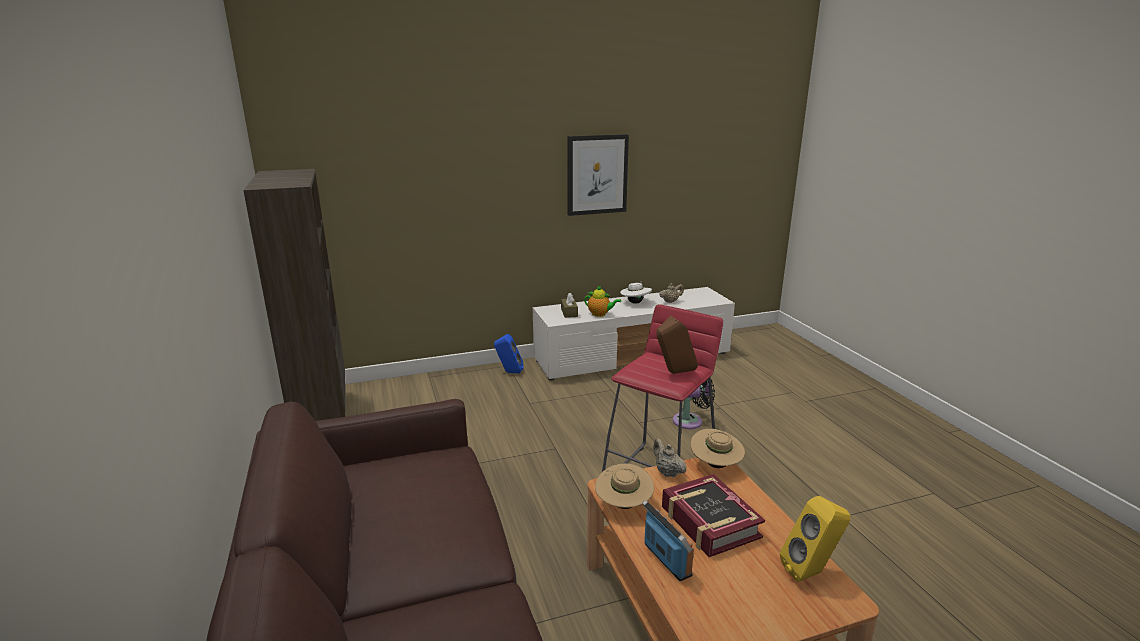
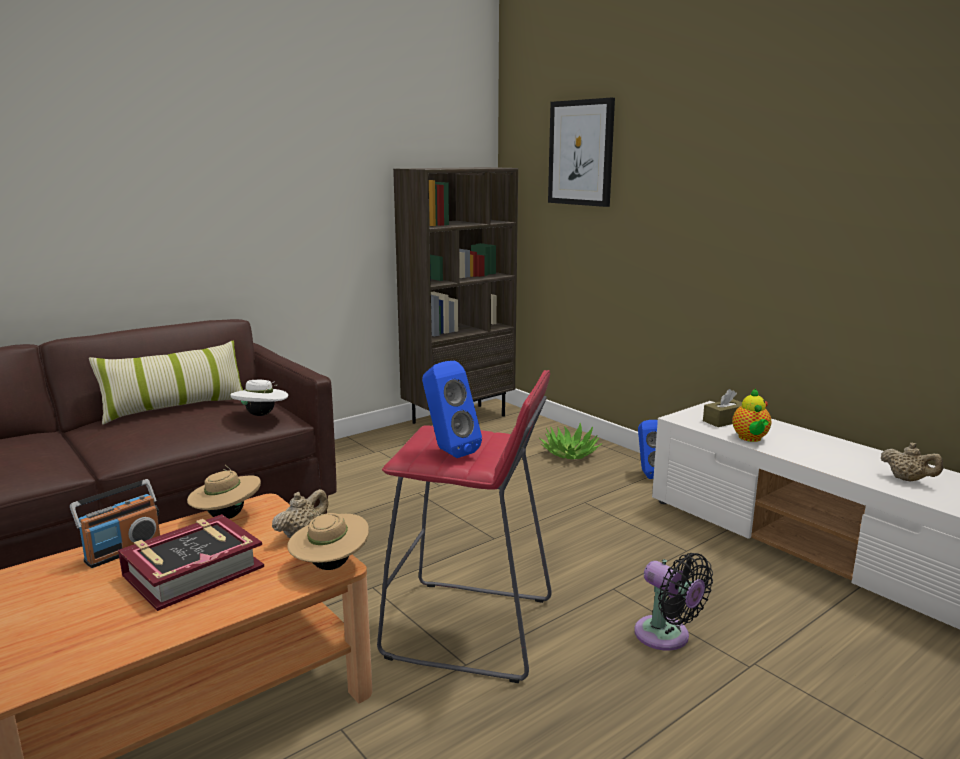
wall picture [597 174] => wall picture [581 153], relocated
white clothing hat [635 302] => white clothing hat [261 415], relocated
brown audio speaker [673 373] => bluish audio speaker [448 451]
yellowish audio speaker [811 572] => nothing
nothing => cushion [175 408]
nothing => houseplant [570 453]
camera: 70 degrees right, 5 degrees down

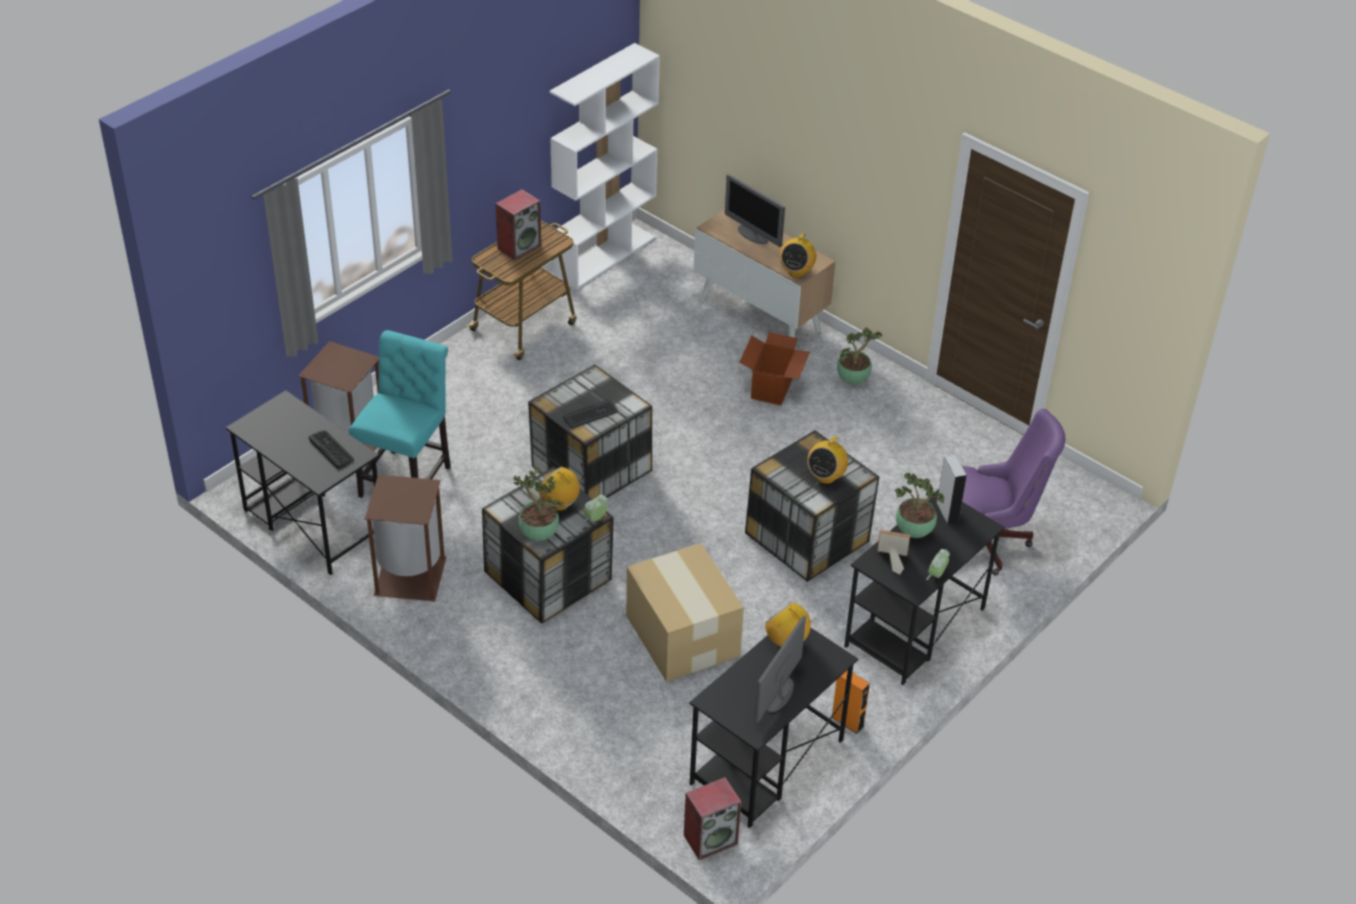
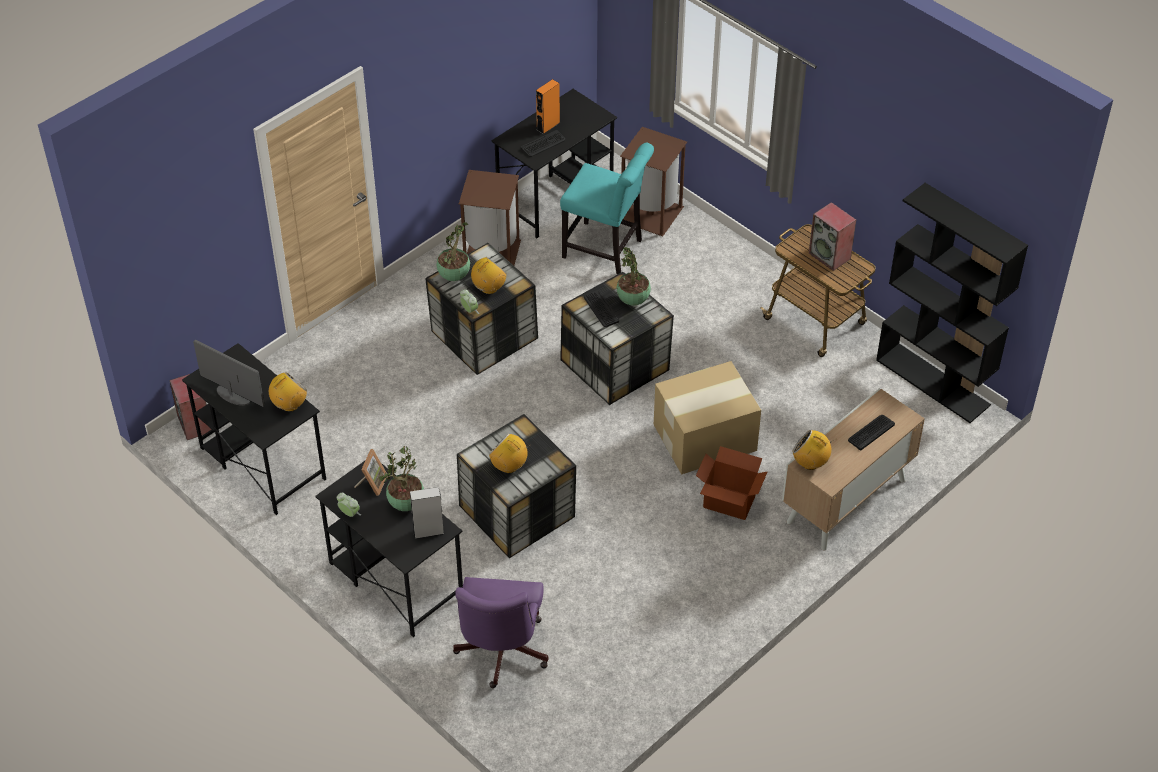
white bookcase [604 256] => black bookcase [933 382]
monitor [753 235] => PC keyboard [871 432]
houseplant [853 379] => houseplant [633 301], relocated
carton [682 637] => carton [703 437], relocated
orangey audio speaker [847 722] => orangey audio speaker [548 126], relocated
camera: 95 degrees right, 5 degrees up

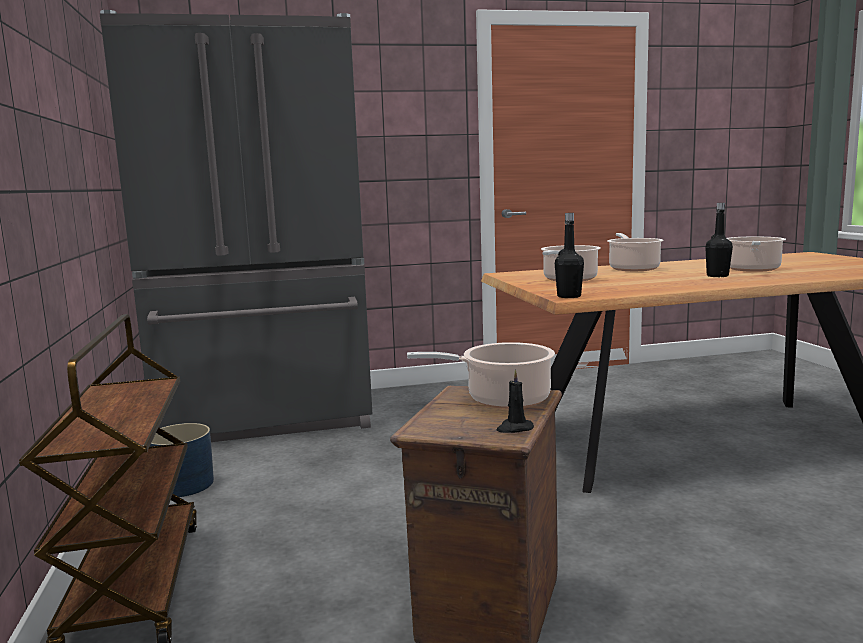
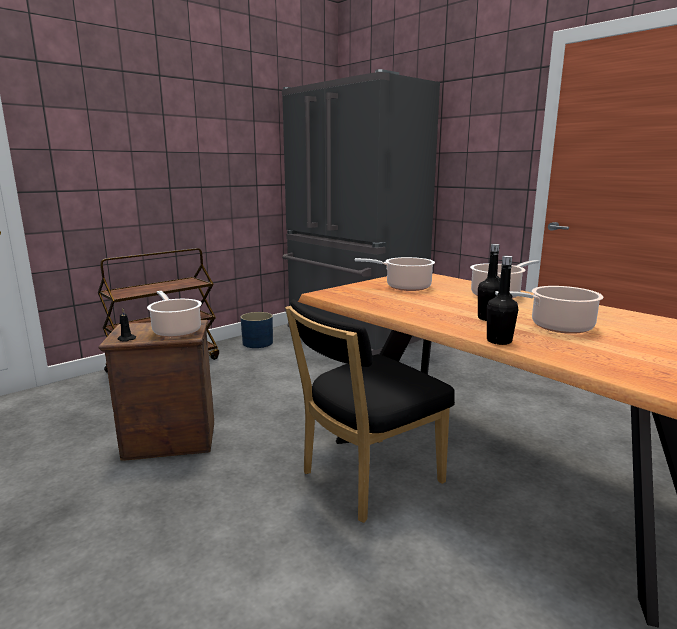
black bottle [569 296] => black bottle [499 341], relocated
nothing => black chair [366 479]
camera: 60 degrees right, 5 degrees up

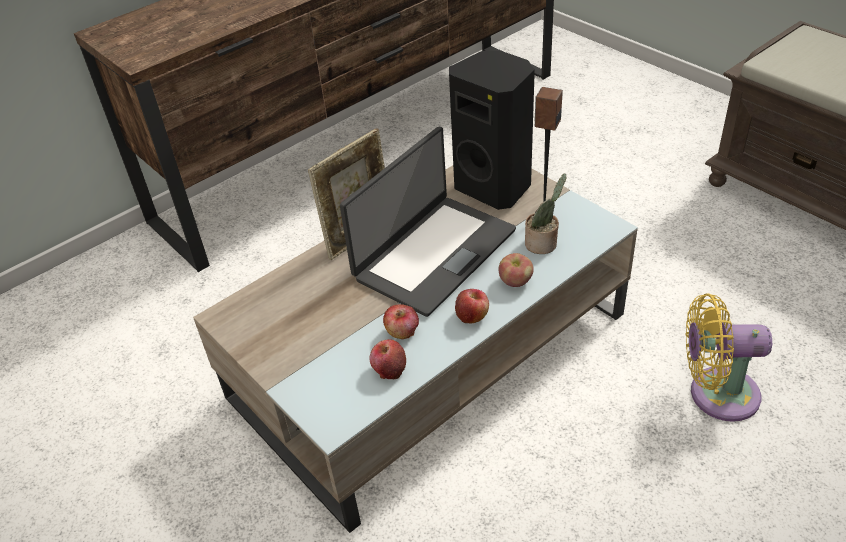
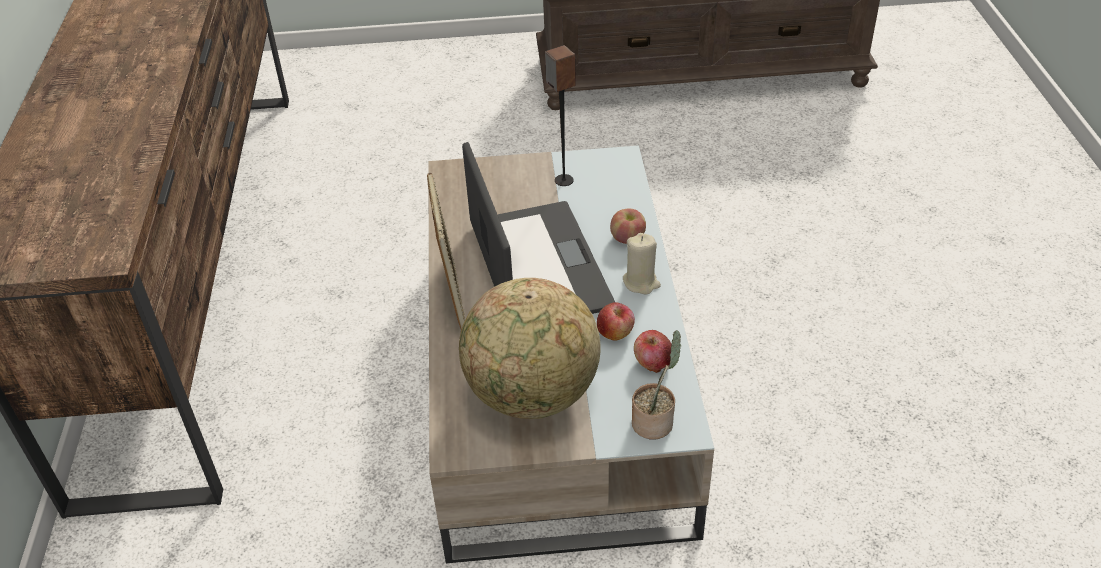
black audio speaker [494 187] => nothing
houseplant [543 244] => houseplant [655 422], relocated
apple [472 316] => sand-coloured wax candle [641 282]
yellowish cooling fan [716 394] => nothing
nothing => world globe [533 395]
camera: 55 degrees left, 0 degrees up

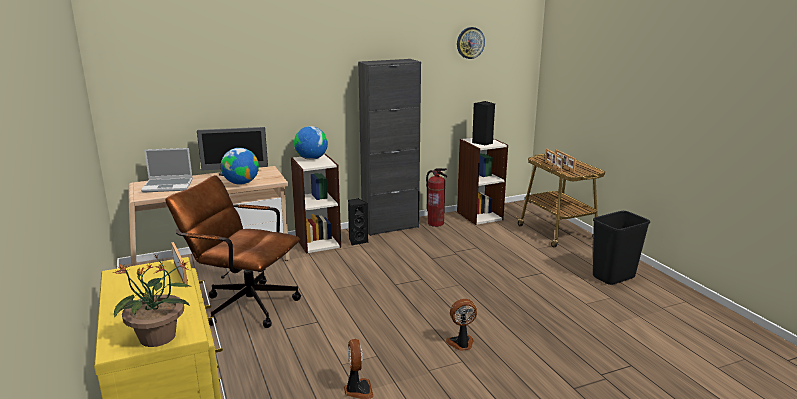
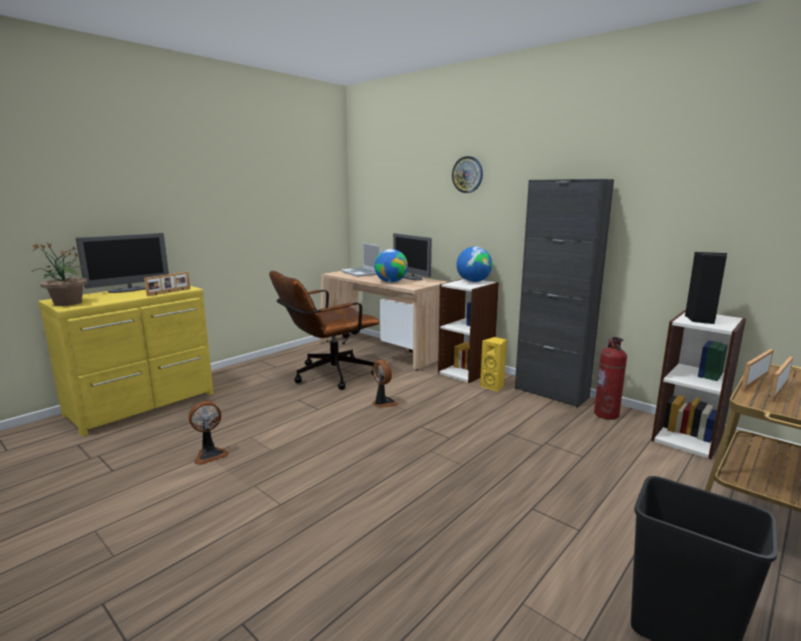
wall clock [470 43] => wall clock [467 174], relocated
brown desk chair [243 304] => brown desk chair [327 376], 120 degrees counterclockwise
black audio speaker [357 241] => yellowish audio speaker [493 386]
cooling fan [461 344] => cooling fan [383 403], relocated
nothing => monitor [129 290]
camera: 65 degrees right, 5 degrees down

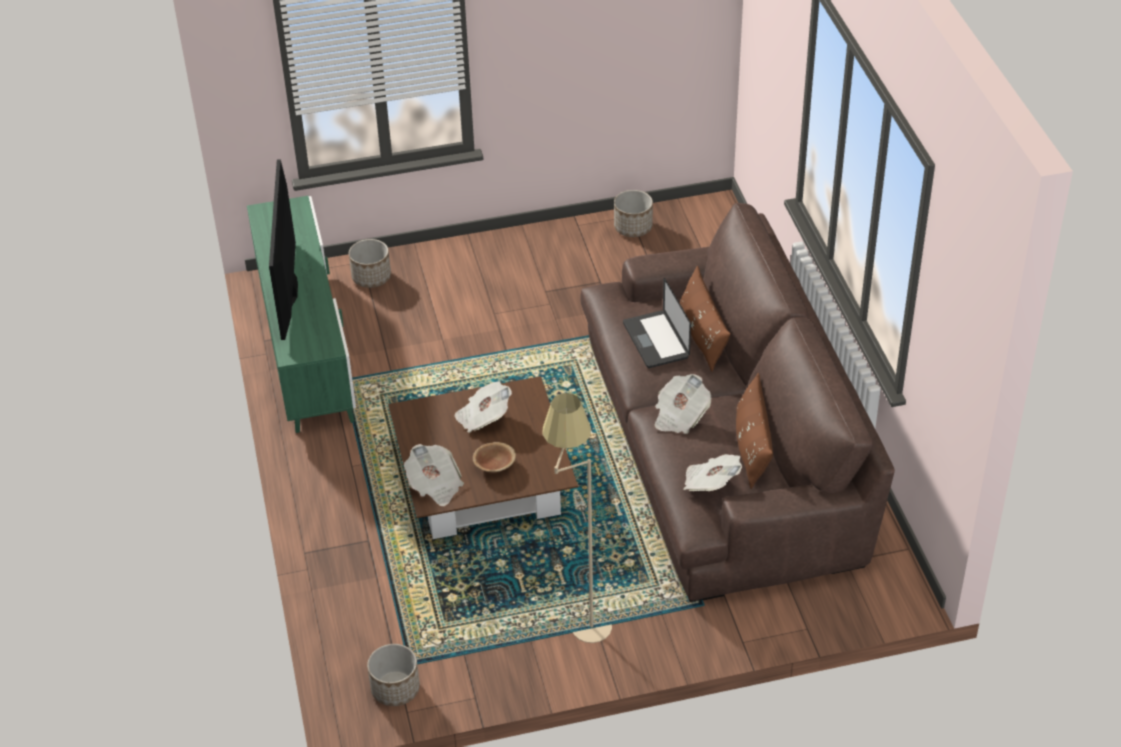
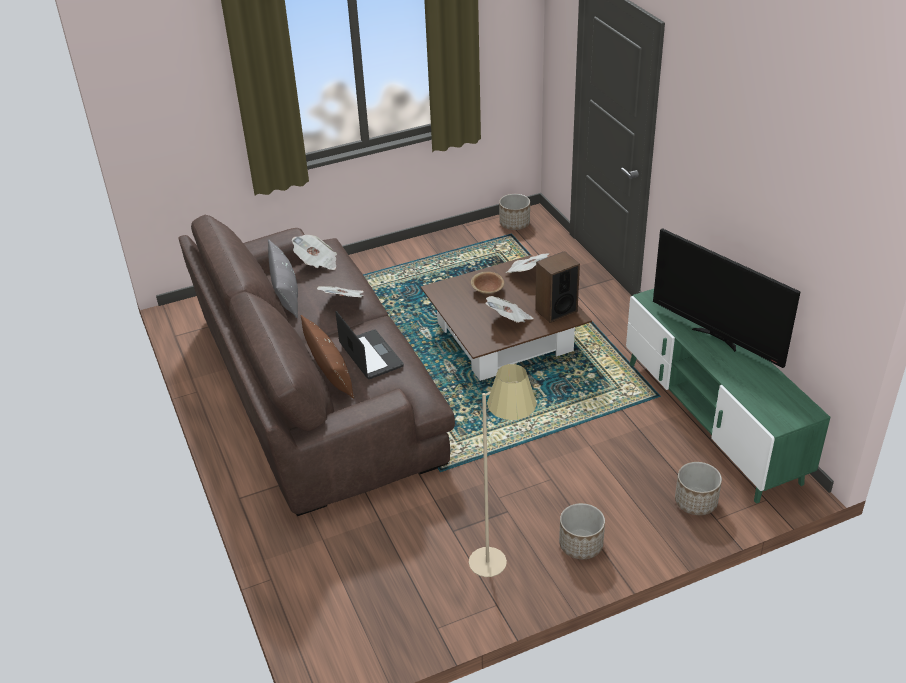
television [291 291] => television [717 338], 150 degrees clockwise
plant pot [633 227] => plant pot [580 545], relocated
brown cushion [752 448] => grey cushion [286 293]
sand-coloured floor lamp [579 615] => sand-coloured floor lamp [501 570], relocated
nothing => audio speaker [556 310]
camera: 170 degrees right, 5 degrees down

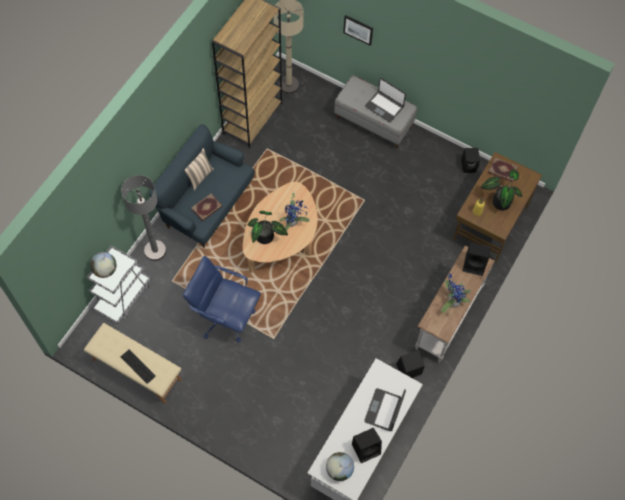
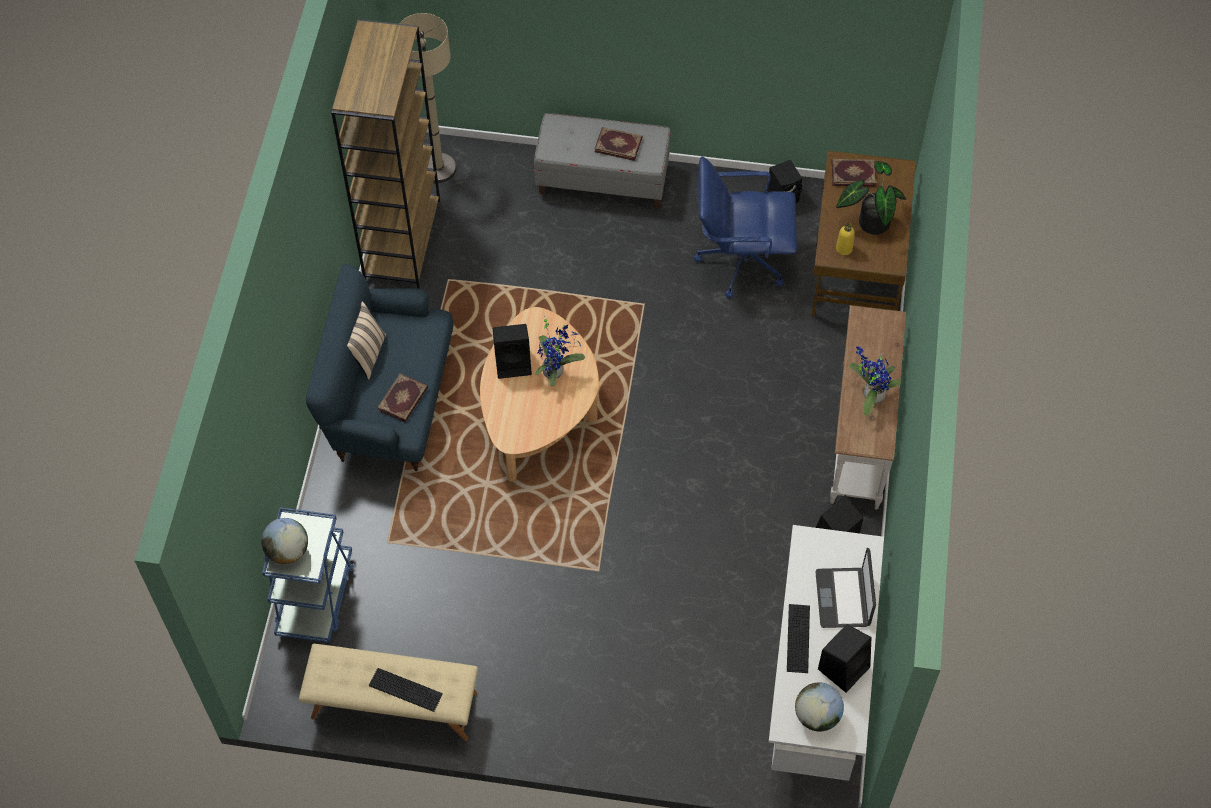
wall picture [358 29] => nothing
notebook computer [384 106] => volume [618 144]
grey floor lamp [155 250] => nothing
houseplant [266 238] => nothing
black audio speaker [475 265] => black audio speaker [514 362], relocated
grey trolley [123 296] => bluish trolley [315 596]
bluish desk chair [225 316] => bluish desk chair [741 260], relocated
nothing => PC keyboard [798 638]
camera: 20 degrees left, 5 degrees down

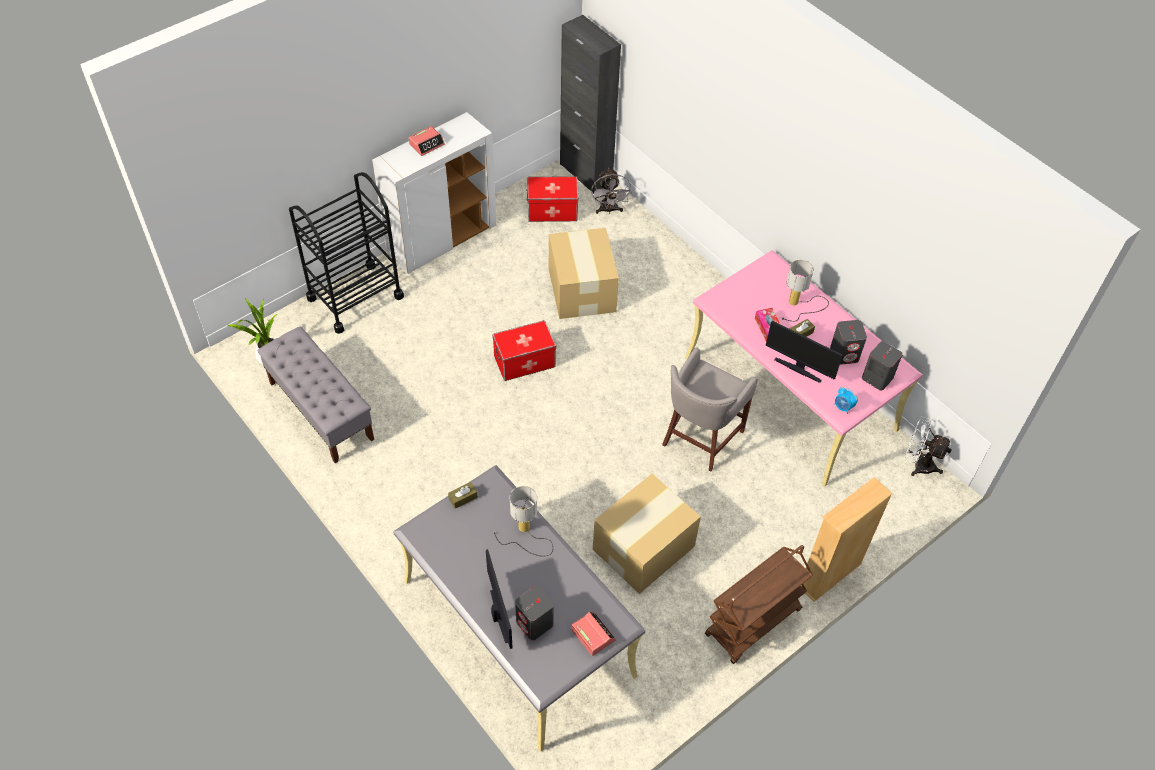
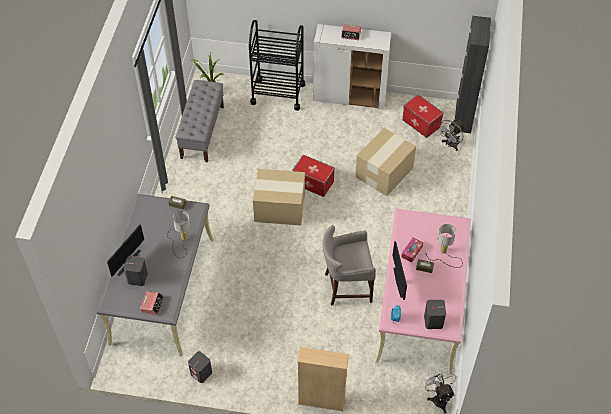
grey audio speaker [844 354] => grey audio speaker [201 373], relocated
carton [645 547] => carton [280 208], relocated
brown trolley [753 623] => nothing
camera: 50 degrees right, 0 degrees up

